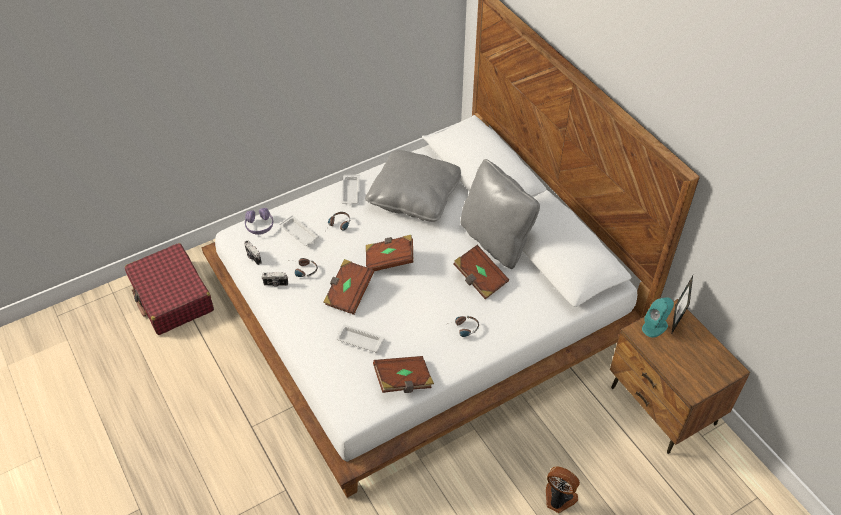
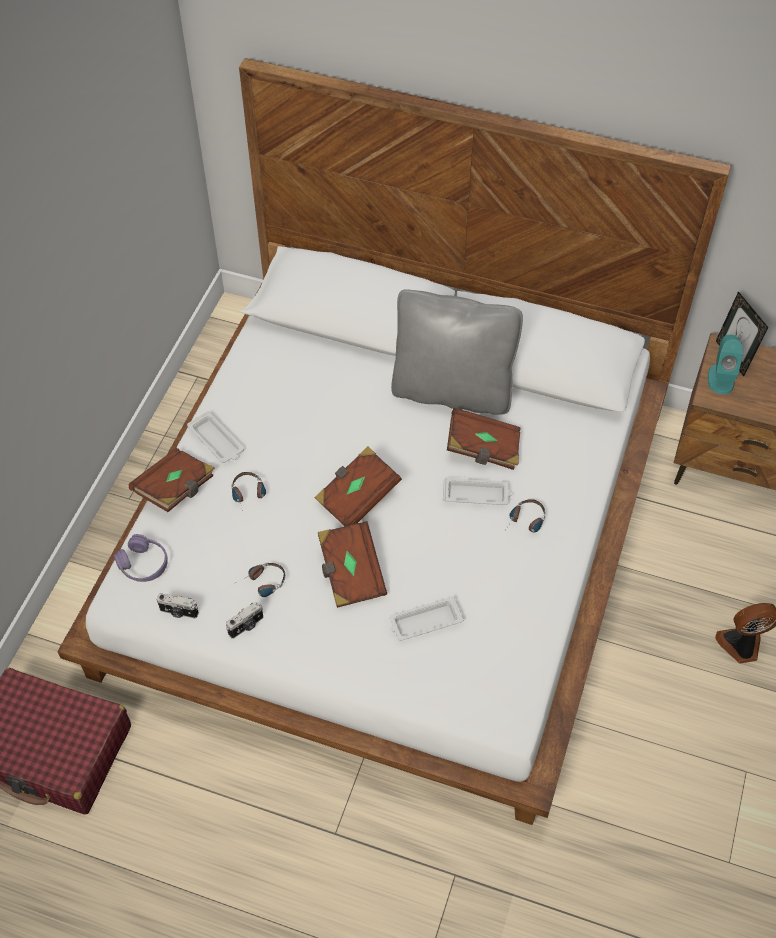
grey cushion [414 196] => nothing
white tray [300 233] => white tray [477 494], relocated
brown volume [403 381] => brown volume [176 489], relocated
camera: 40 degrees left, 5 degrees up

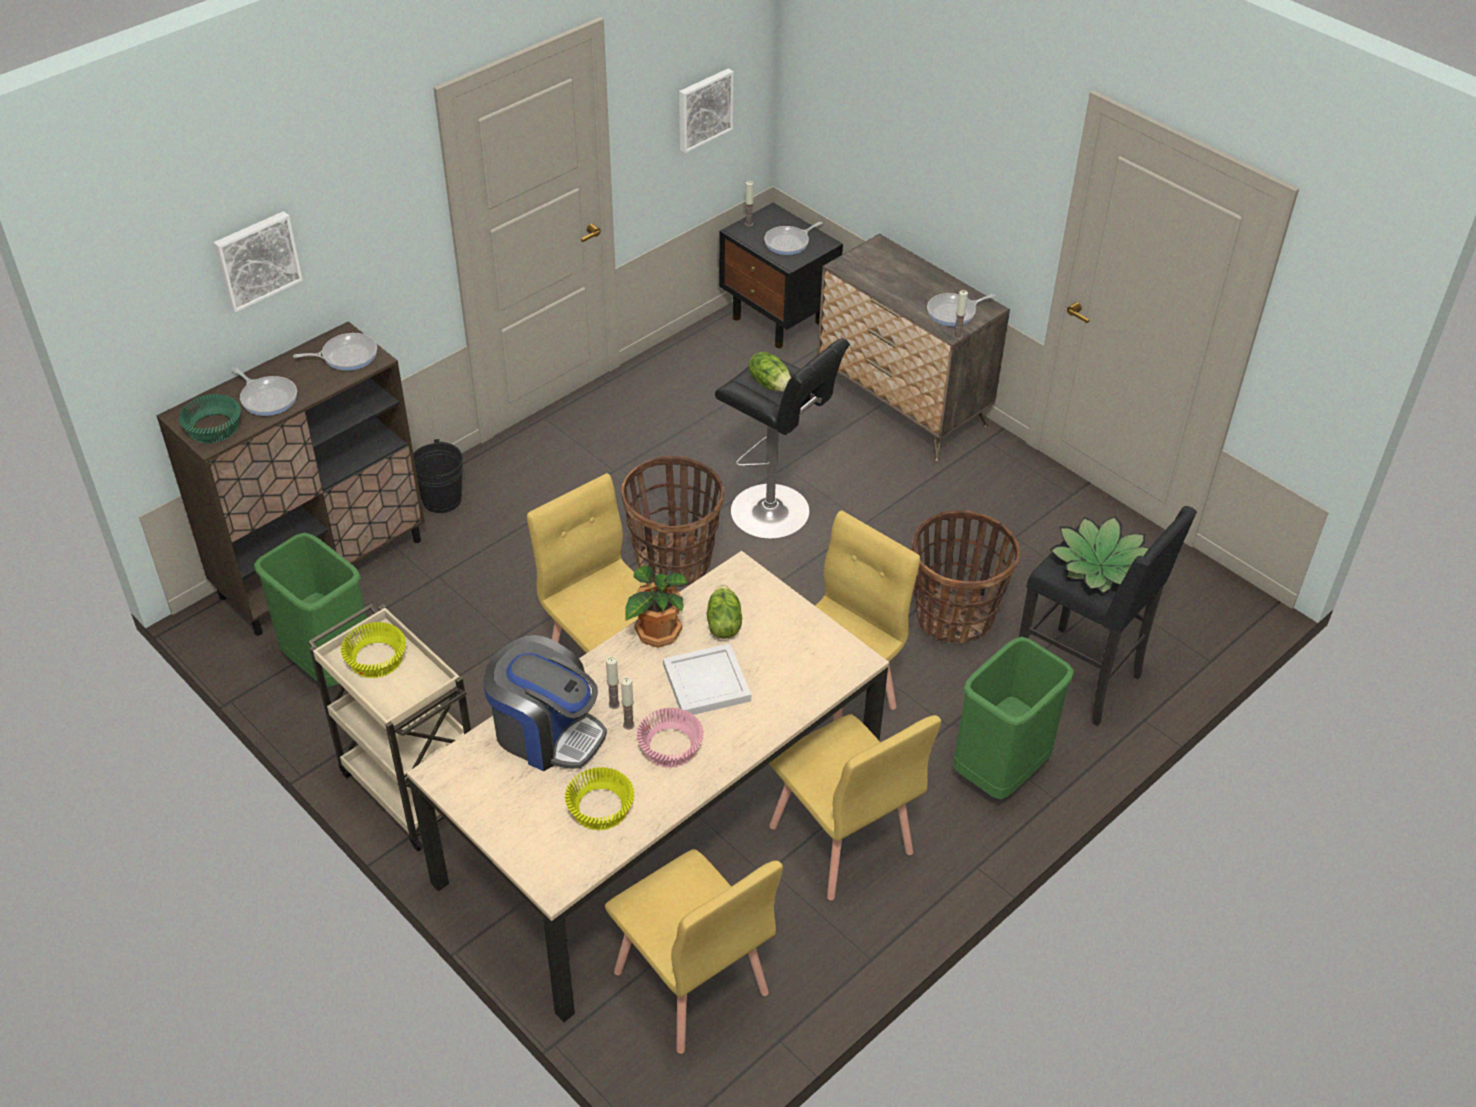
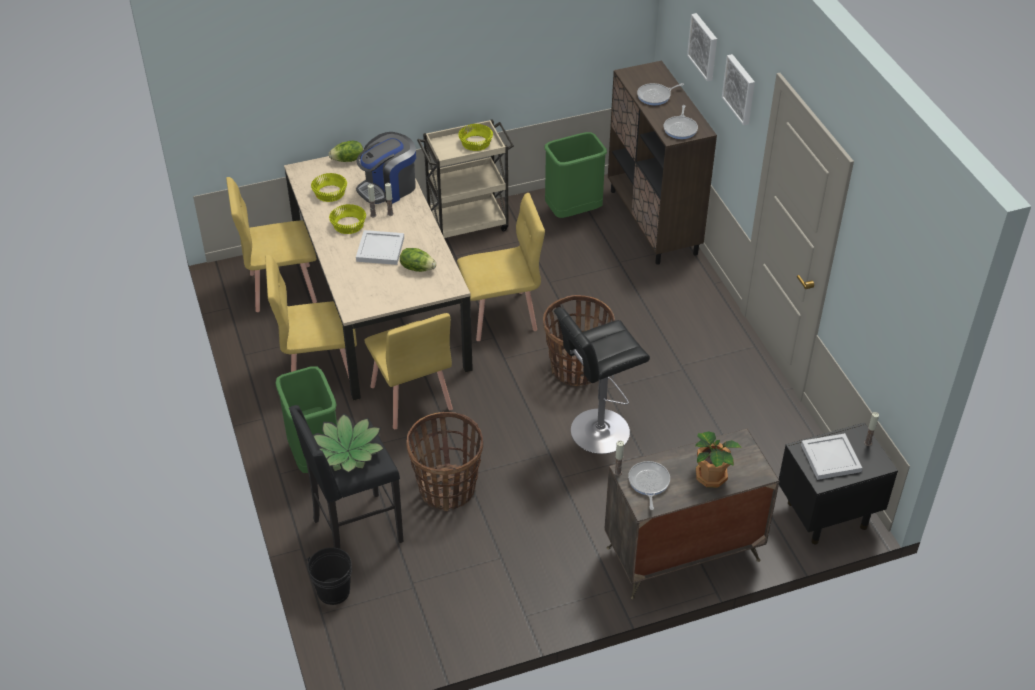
wall picture [703 109] => wall picture [740 89], relocated
skillet [789 243] => white tray [830 459]
lettuce head [770 384] => lettuce head [348 160], relocated
greenish serving bowl [212 428] => nothing
black pail [442 500] => black pail [333 591], relocated
houseplant [656 632] => houseplant [711 476], relocated
pink-coloured serving bowl [669 746] => yellowish serving bowl [349 225]
camera: 115 degrees right, 0 degrees up

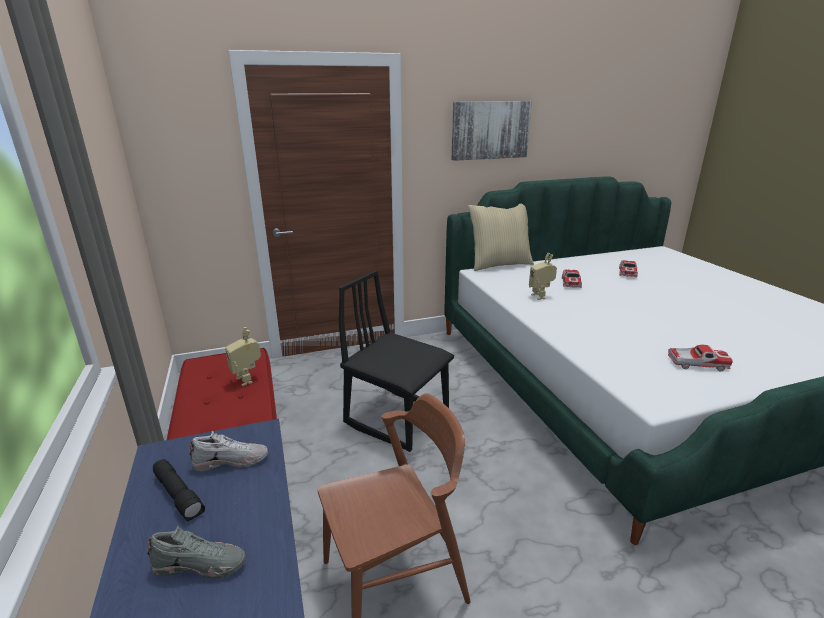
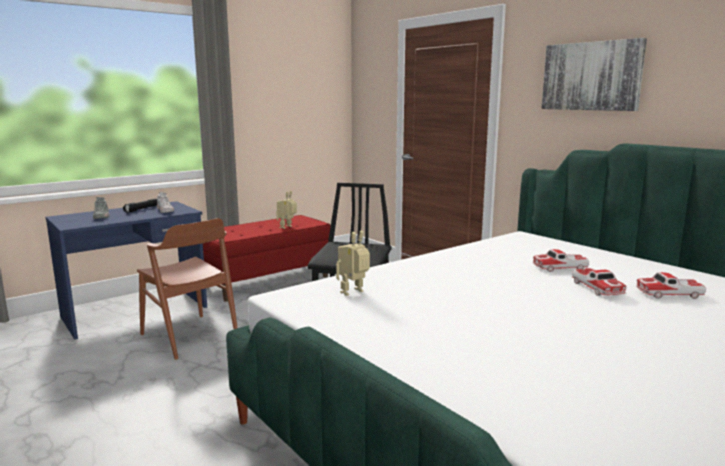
sand-coloured cushion [499 264] => nothing
model robot [540 296] => model robot [354 293], relocated
miniature car [697 364] => miniature car [596 288], relocated
camera: 70 degrees right, 10 degrees down

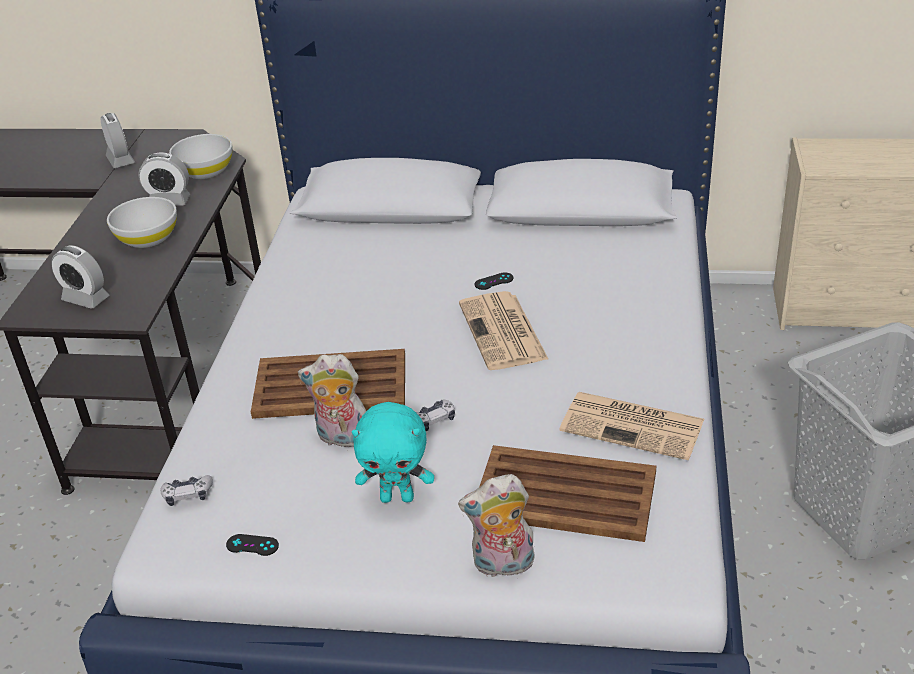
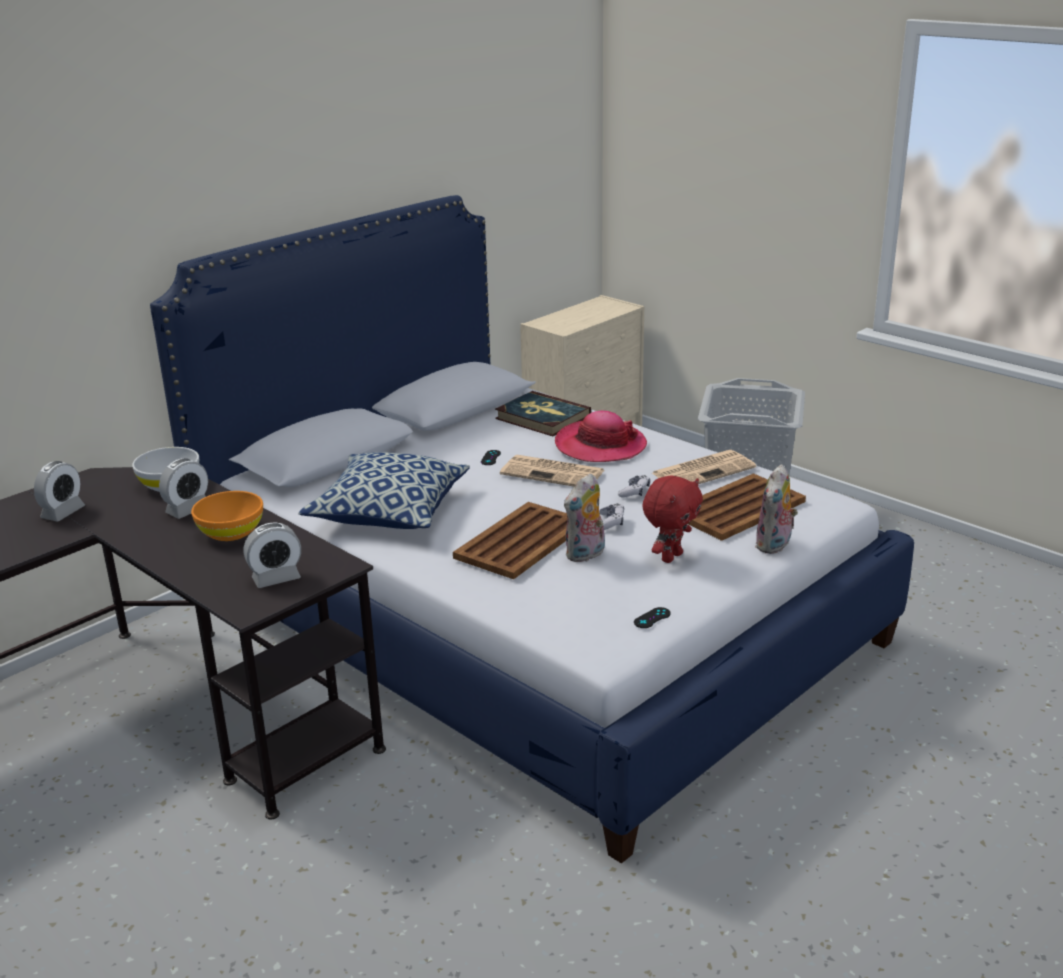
alarm clock [120 160] => alarm clock [63 512], 105 degrees clockwise
white serving bowl [148 238] => orangey serving bowl [231 532]
turquoise-coloured plush toy [397 497] => red plush toy [670 557]
joypad [188 495] => joypad [634 492], relocated
nothing => volume [542 417]
nothing => clothing hat [600 446]
nothing => cushion [389 511]
camera: 55 degrees left, 10 degrees down

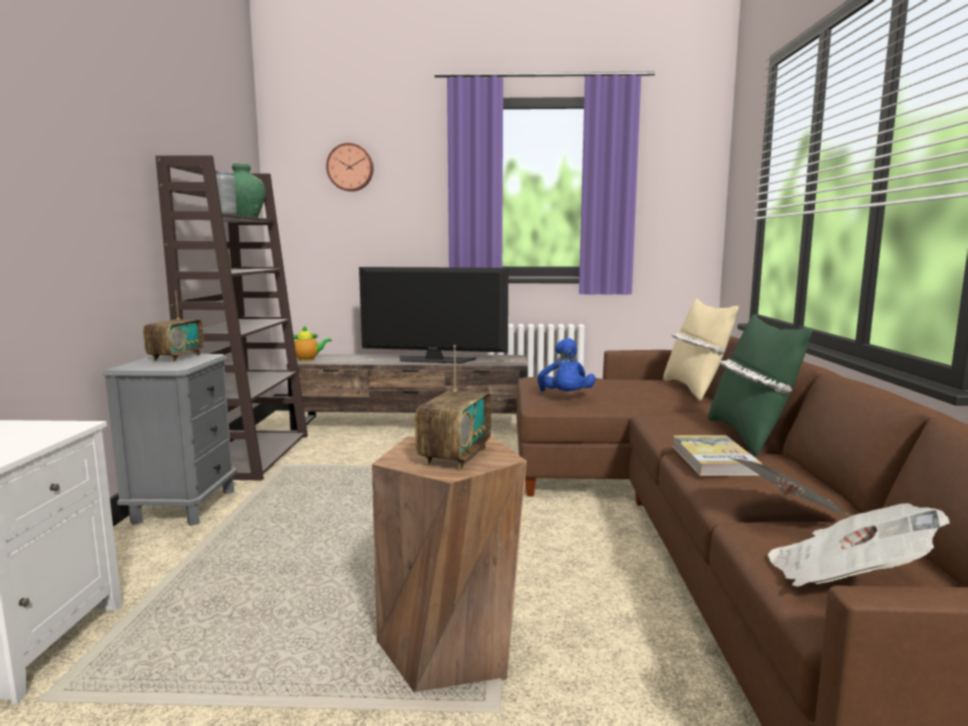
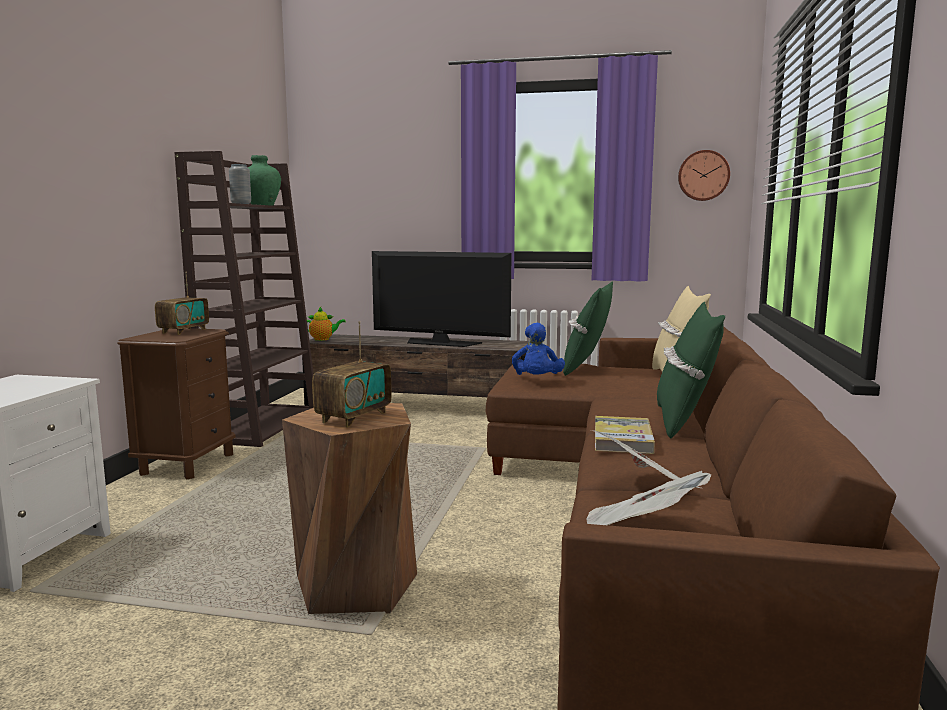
wall clock [350 167] => wall clock [703 175], relocated
grey bedside table [184 506] => brown bedside table [187 464]
nothing => greenish cushion [587 368]
camera: 10 degrees right, 0 degrees up

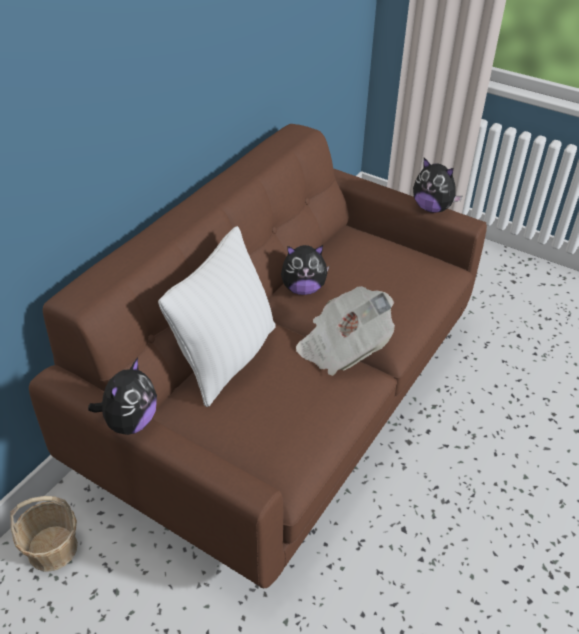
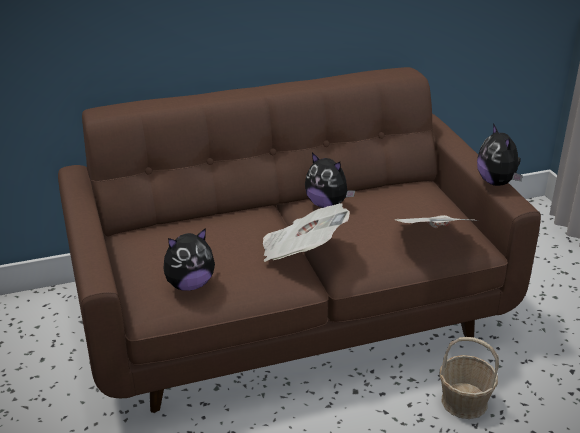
white cushion [227 358] => nothing
plush toy [130 422] => plush toy [189 284], relocated
storage basket [52 548] => storage basket [464 401], relocated
nothing => printed paper [433 239]
camera: 40 degrees right, 10 degrees down

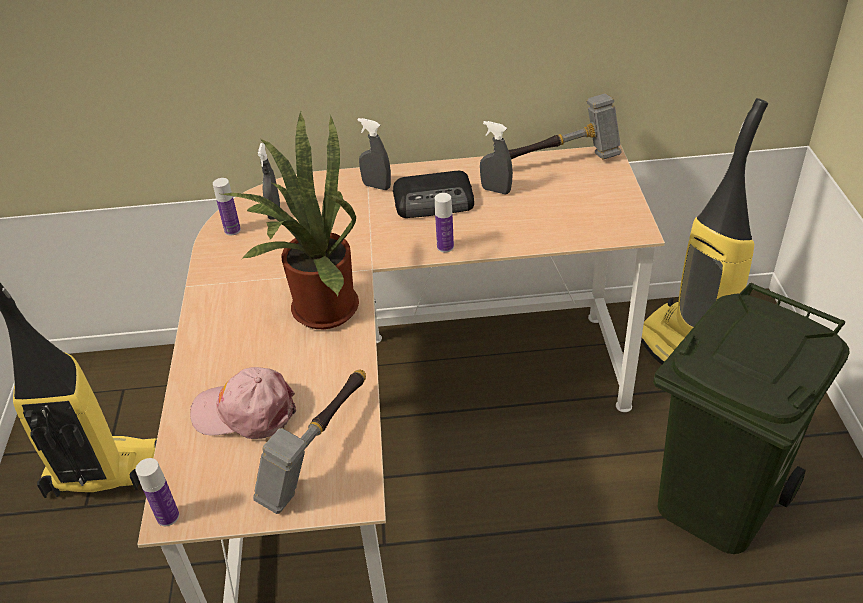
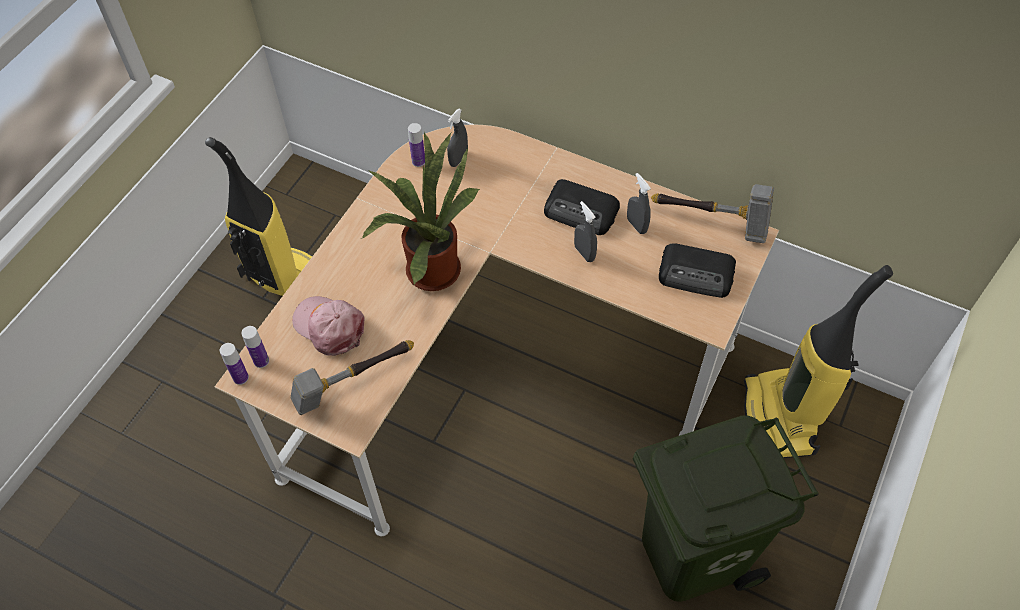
grey spray bottle [376 186] => grey spray bottle [584 253], relocated
bottle [445 247] => bottle [261 361], relocated
nothing => radio receiver [697 274]
camera: 30 degrees right, 15 degrees up

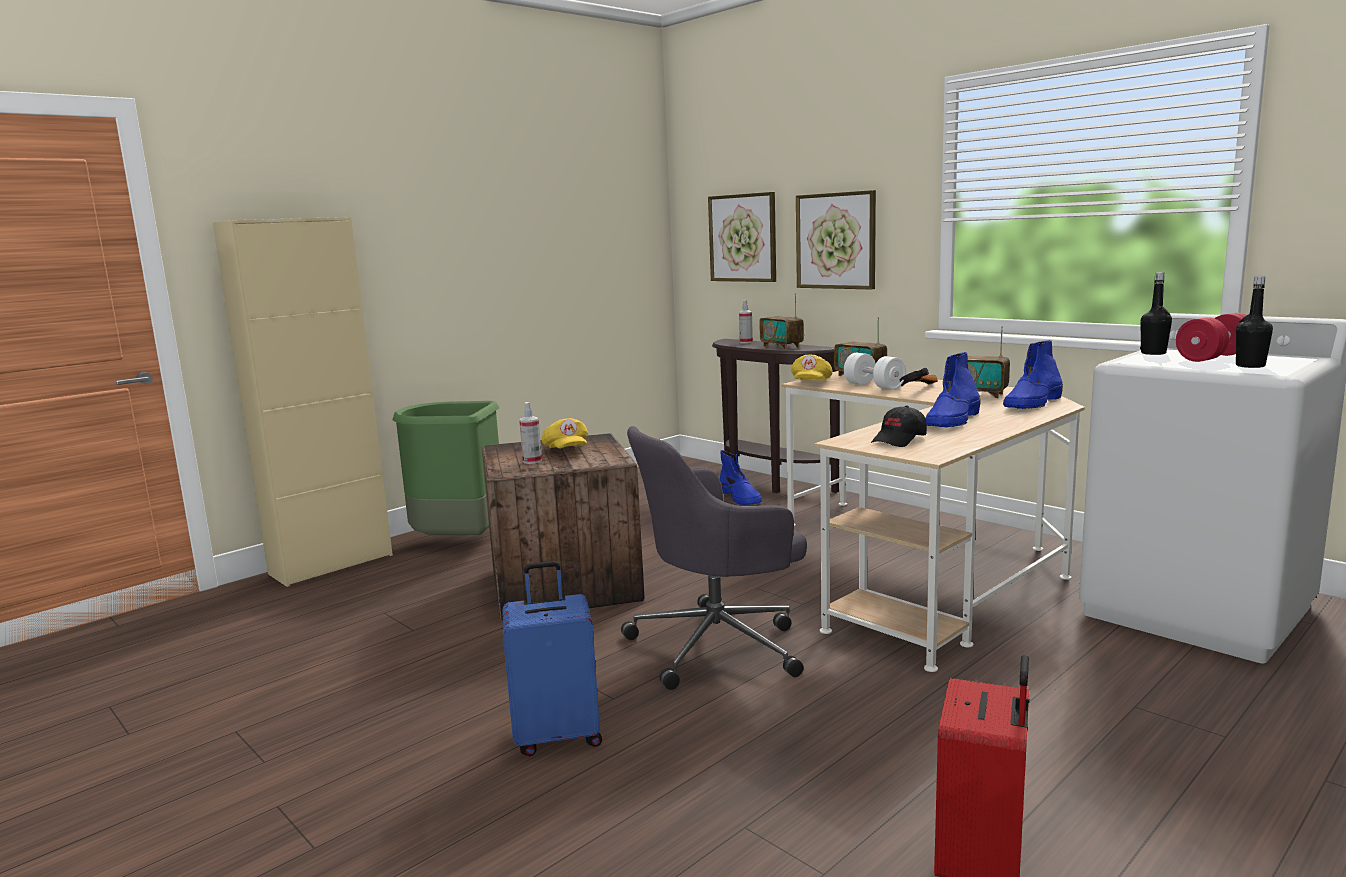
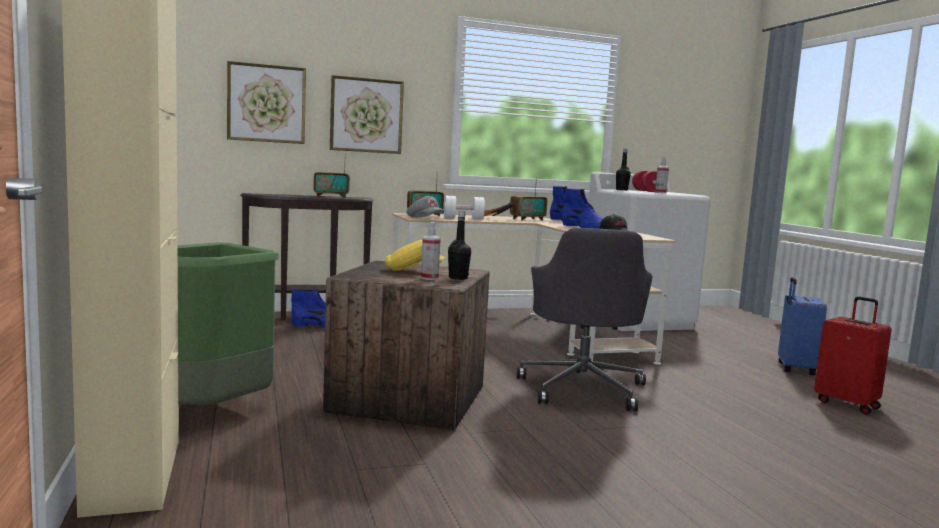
black bottle [1250 366] => black bottle [458 278], relocated
spray bottle [746 342] => spray bottle [660 193], relocated
yellowish peaked cap [811 383] => grey peaked cap [424 218]
bluish suitcase [557 736] => bluish suitcase [794 369], relocated
camera: 65 degrees left, 5 degrees down

